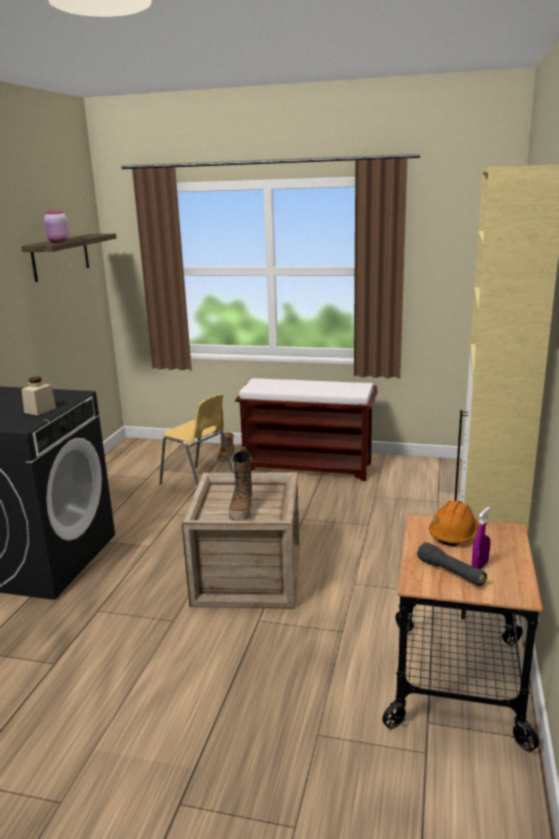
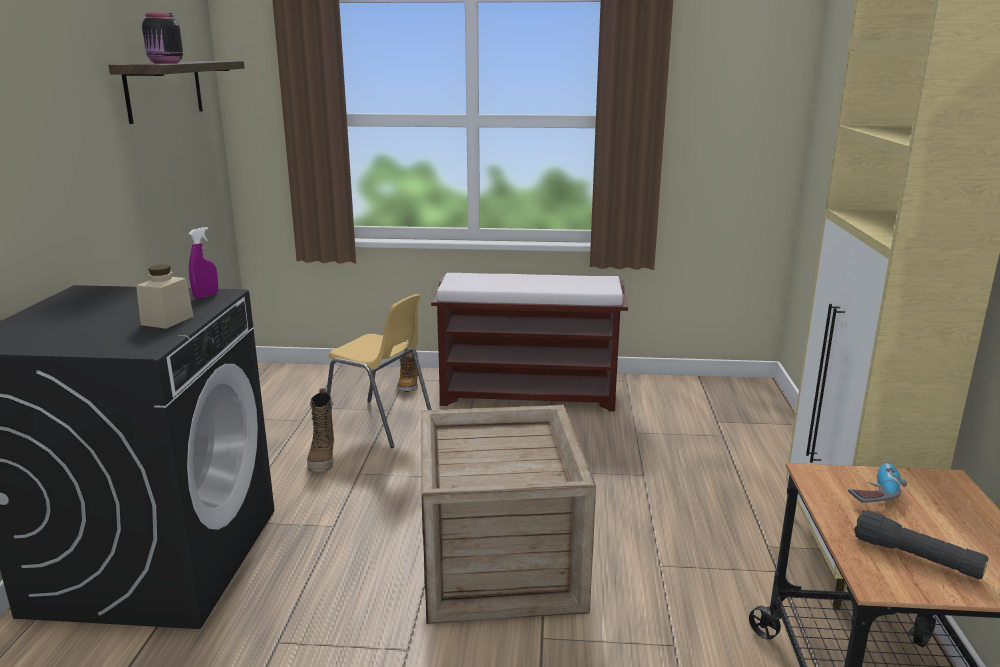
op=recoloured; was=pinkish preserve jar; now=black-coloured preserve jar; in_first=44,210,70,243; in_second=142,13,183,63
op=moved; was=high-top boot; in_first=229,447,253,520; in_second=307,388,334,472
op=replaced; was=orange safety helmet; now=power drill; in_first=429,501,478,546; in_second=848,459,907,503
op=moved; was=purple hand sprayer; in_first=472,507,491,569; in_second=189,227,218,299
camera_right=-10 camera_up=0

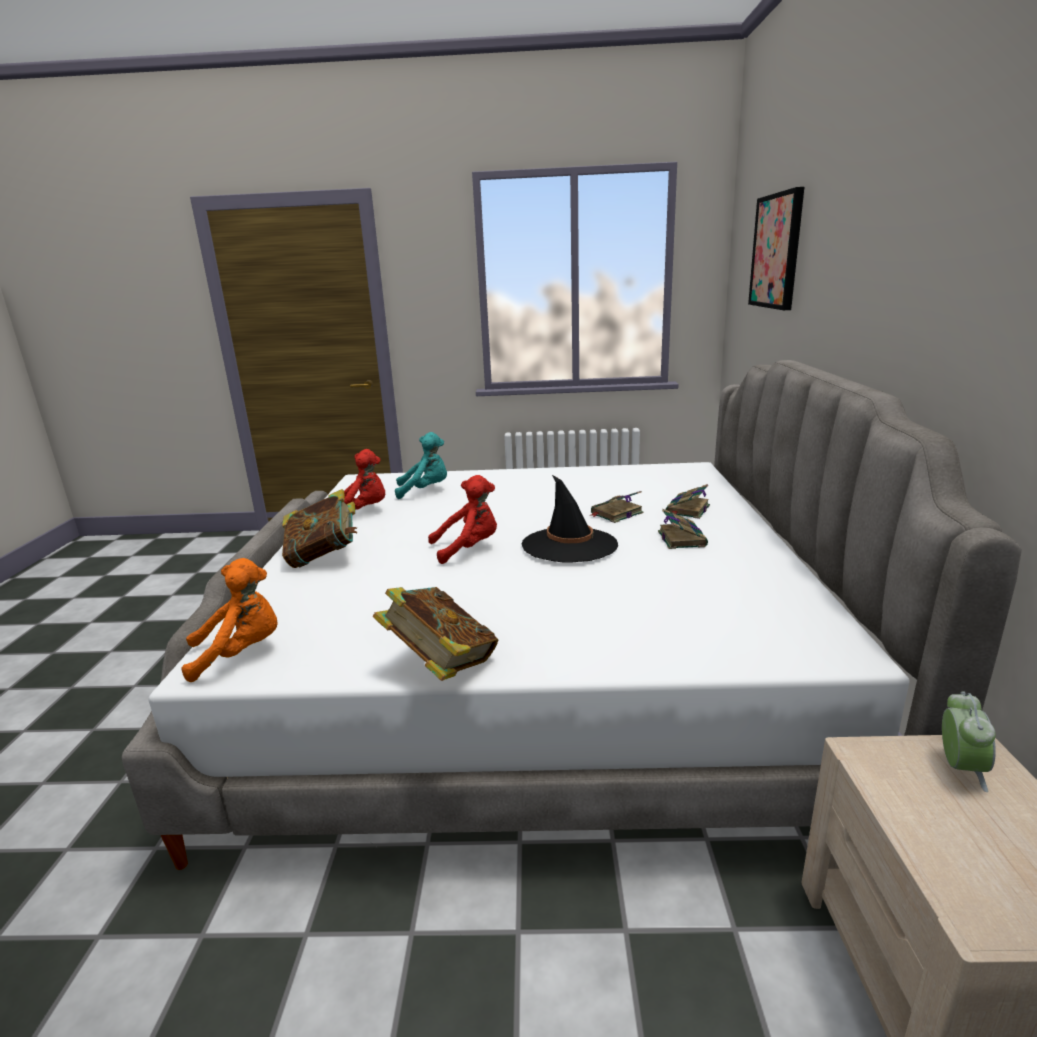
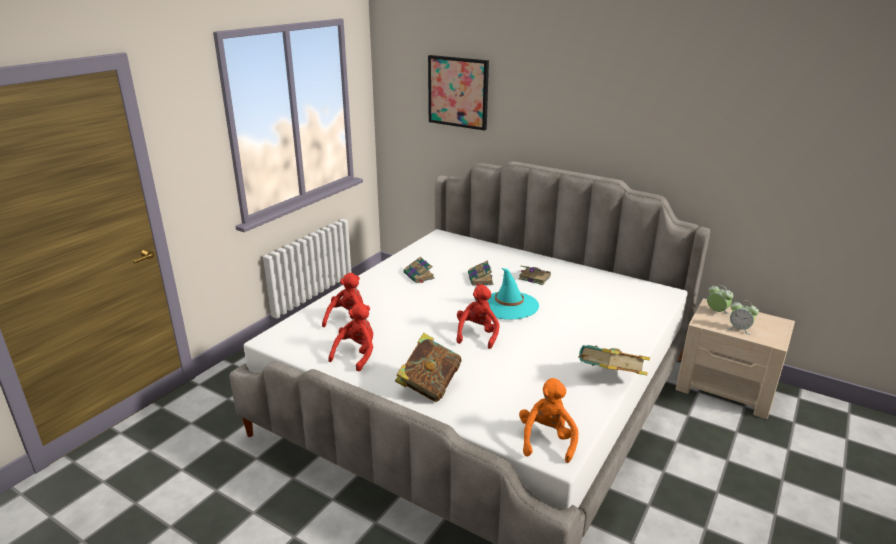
op=recoloured; was=turquoise soft toy; now=reddish soft toy; in_first=395,432,447,499; in_second=322,273,363,330
op=recoloured; was=black-coloured wearable hat; now=turquoise wearable hat; in_first=522,475,618,563; in_second=487,268,539,320
op=moved; was=volume; in_first=666,484,710,519; in_second=403,257,435,283
op=added; now=alarm clock; in_second=727,300,759,335
camera_right=-60 camera_up=5

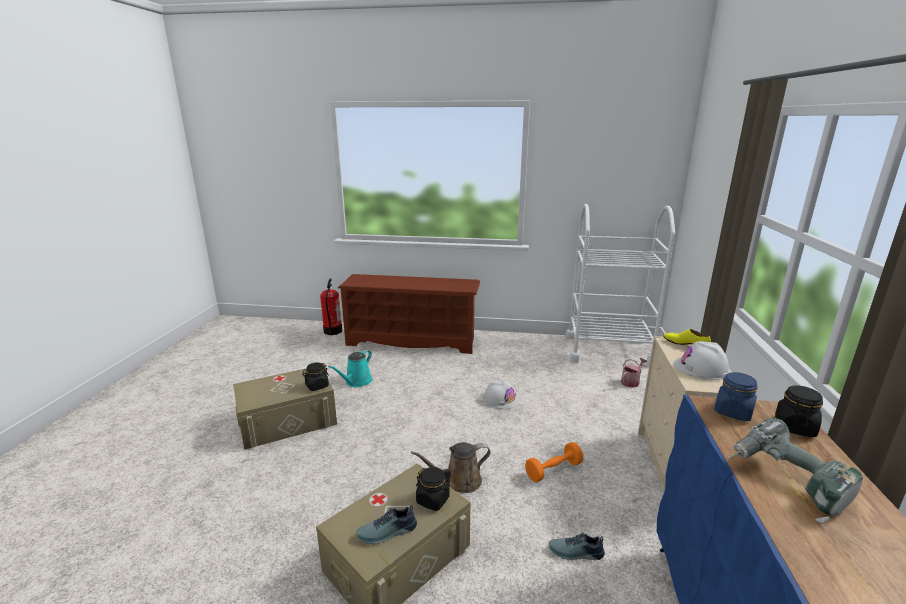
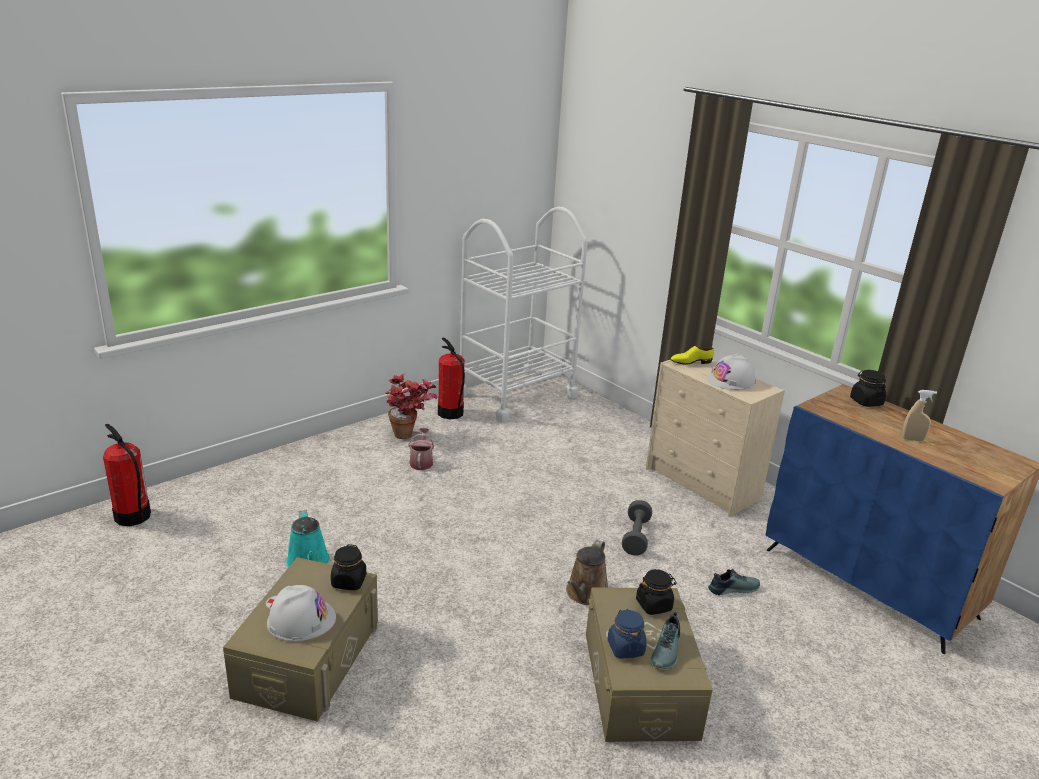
op=removed; was=brown-coloured shoe stand; in_first=338,274,480,354
op=moved; was=watering pot; in_first=621,358,647,388; in_second=408,428,434,470
op=moved; was=bluish preserve jar; in_first=714,372,758,421; in_second=607,609,647,659
op=moved; was=whitish safety helmet; in_first=483,378,519,409; in_second=267,585,336,641
op=replaced; was=power drill; now=sand-coloured hand sprayer; in_first=727,418,863,524; in_second=902,390,937,441
op=recoloured; was=orange hand weight; now=gray hand weight; in_first=525,442,583,482; in_second=622,500,652,555
op=turned; was=shoe; in_first=549,533,605,560; in_second=708,569,760,595; clockwise=-150
op=added; now=fire-fighting cylinder; in_second=438,337,465,419
op=added; now=plant in a pot; in_second=385,373,438,439
camera_right=-50 camera_up=5

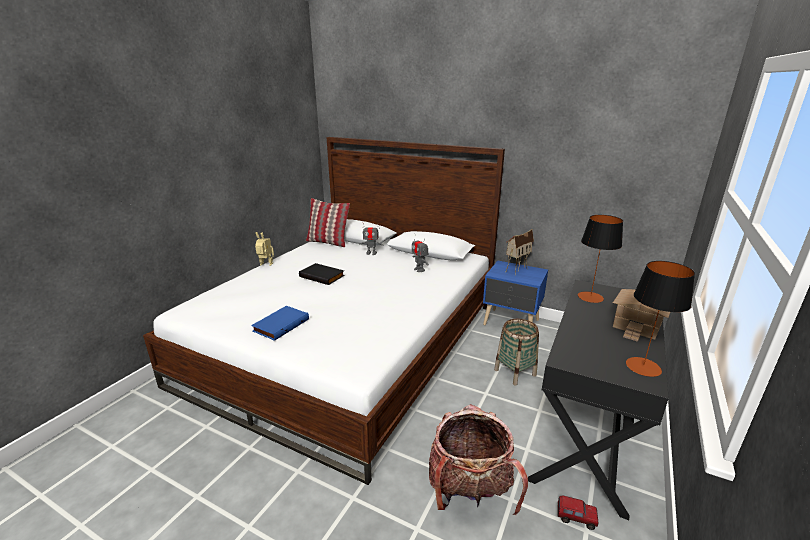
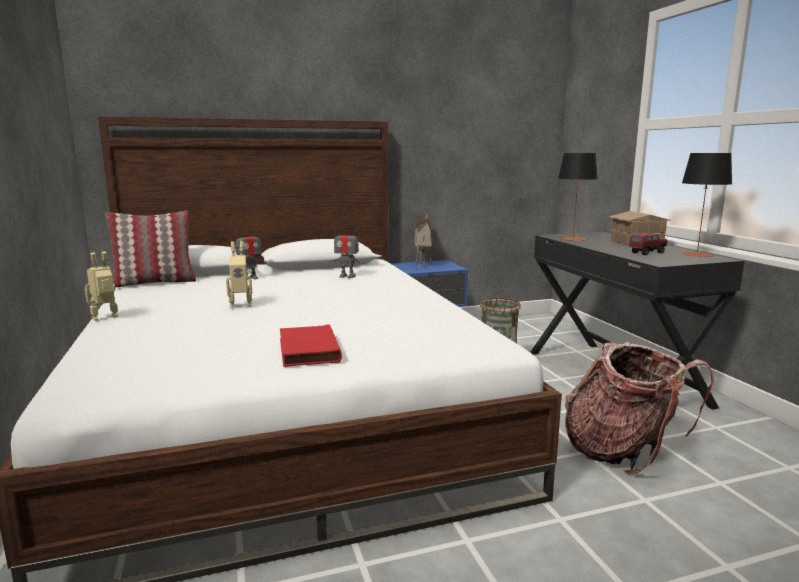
op=replaced; was=black-coloured volume; now=toy robot; in_first=299,263,345,285; in_second=226,241,252,308
op=recoloured; was=bluish volume; now=reddish volume; in_first=251,306,309,341; in_second=280,324,342,367
op=moved; was=toy truck; in_first=557,496,598,530; in_second=629,233,667,255
camera_right=-45 camera_up=-10

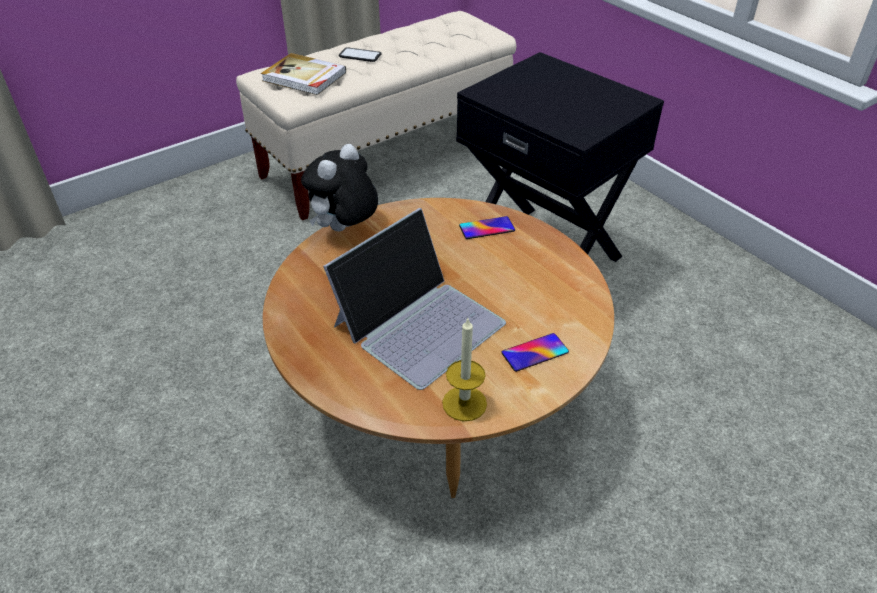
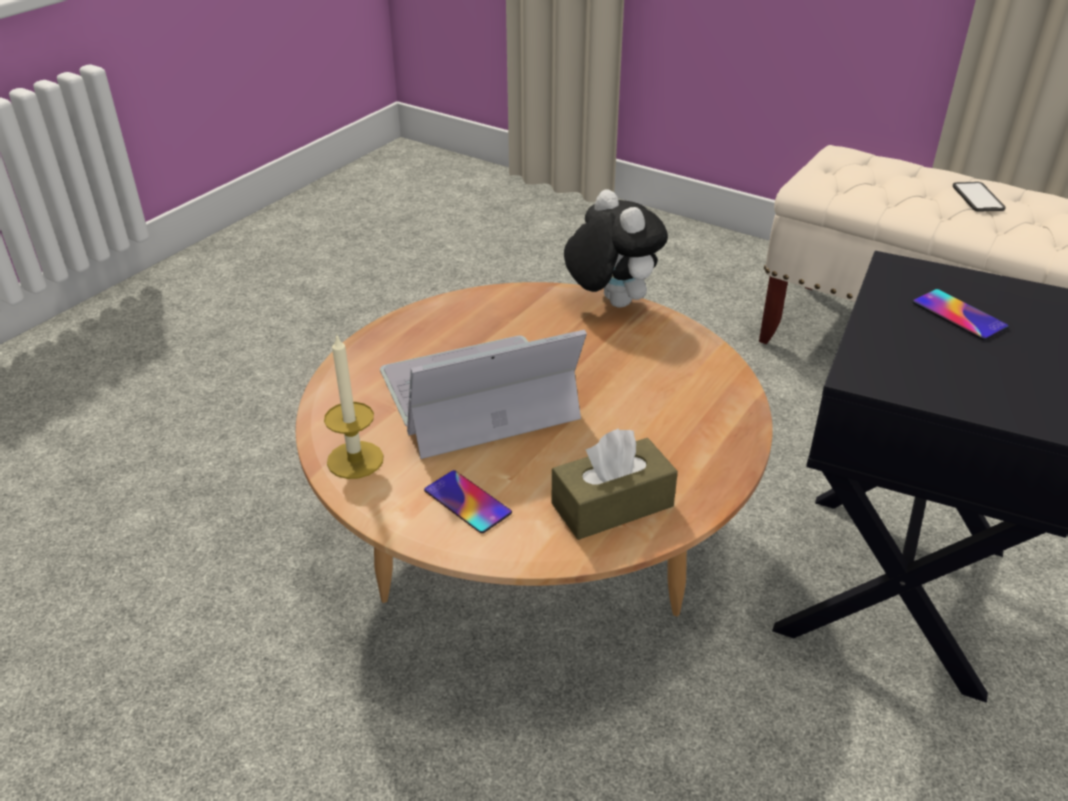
op=removed; was=volume; in_first=261,53,346,95
op=turned; was=soft toy; in_first=301,144,378,231; in_second=564,190,668,308; clockwise=45
op=turned; was=notebook computer; in_first=323,208,506,390; in_second=380,330,587,459; clockwise=135
op=moved; was=handset; in_first=459,216,515,239; in_second=912,289,1009,340
op=added; now=brown-coloured tissue holder; in_second=551,429,678,540
camera_right=70 camera_up=-5

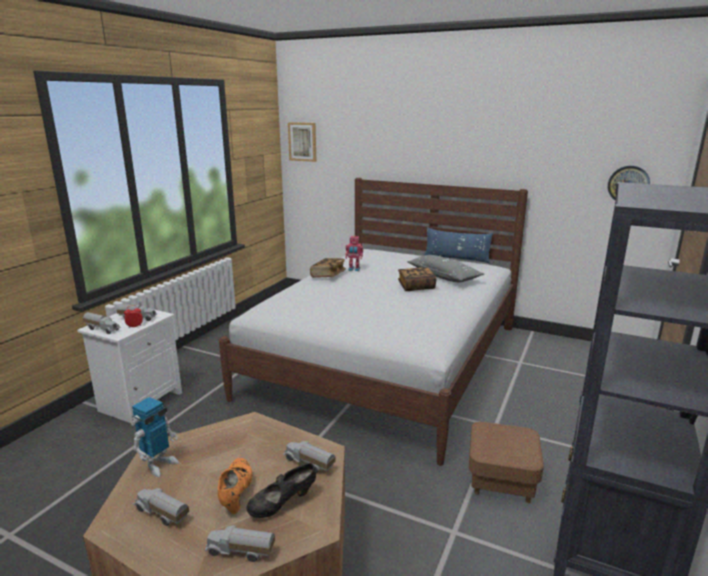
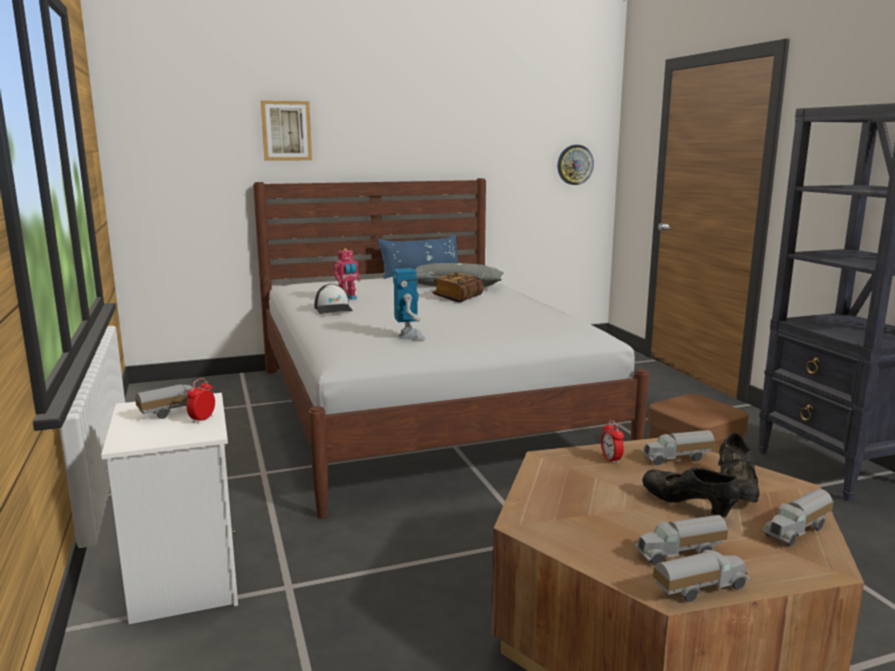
op=moved; was=picture; in_first=288,122,316,162; in_second=261,100,312,161
op=replaced; was=volume; now=peaked cap; in_first=310,258,346,278; in_second=314,284,353,314
op=moved; was=toy truck; in_first=83,312,120,334; in_second=653,550,751,602
op=moved; was=toy robot; in_first=132,397,179,477; in_second=393,268,426,340
op=recoloured; was=orange shoe; now=black-coloured shoe; in_first=218,458,252,514; in_second=642,467,740,518
op=added; now=alarm clock; in_second=601,420,624,464
camera_right=-45 camera_up=-5

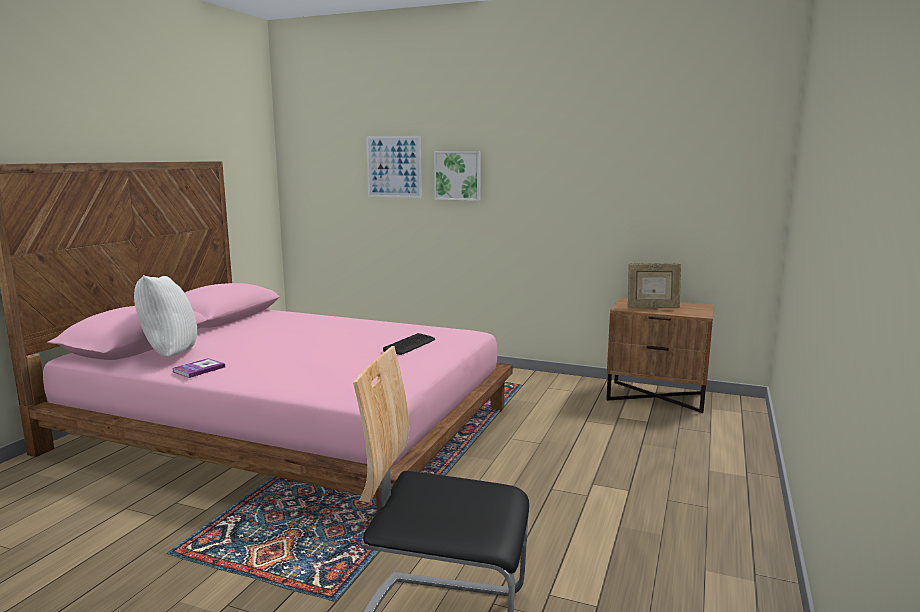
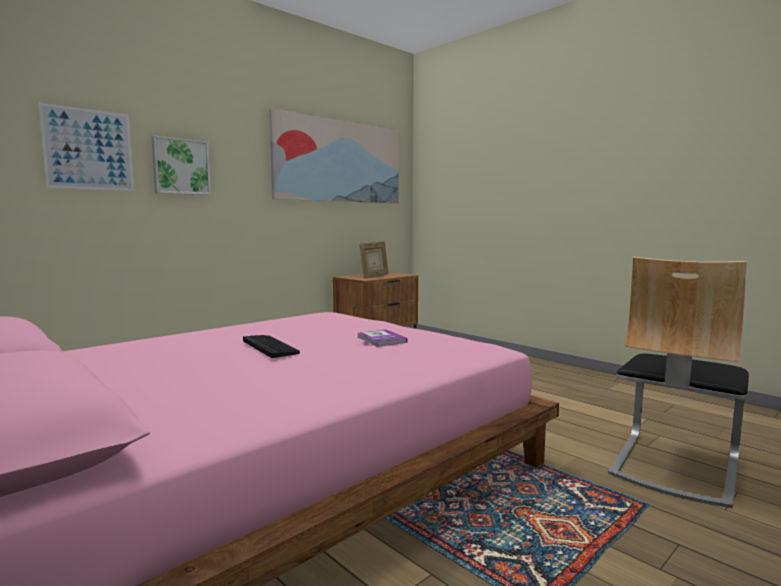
op=removed; was=whitish cushion; in_first=134,275,197,357
op=moved; was=PC keyboard; in_first=383,333,435,355; in_second=243,335,300,358
op=moved; was=volume; in_first=173,358,225,378; in_second=358,329,407,347
op=added; now=picture; in_second=269,109,399,203
camera_right=-65 camera_up=-5

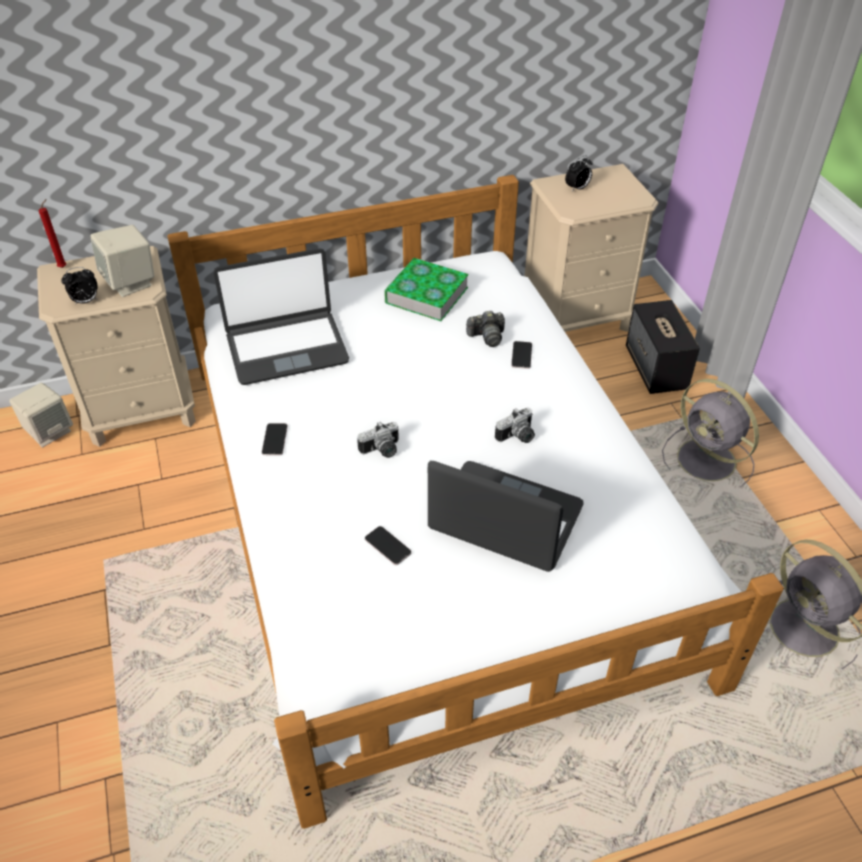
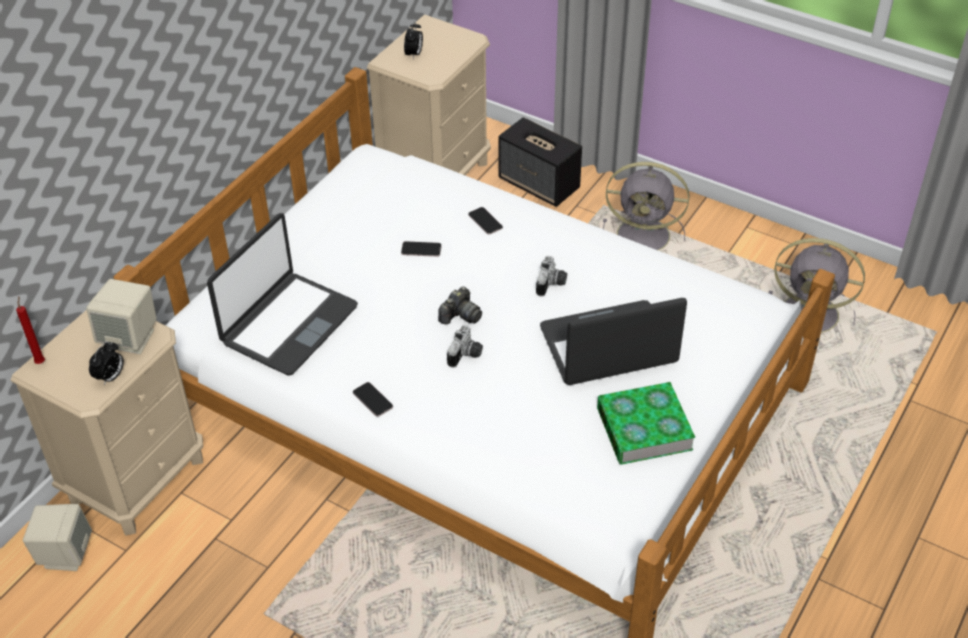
op=moved; was=volume; in_first=384,258,469,321; in_second=597,382,695,465
op=moved; was=photo camera; in_first=466,311,505,347; in_second=438,287,482,324
op=moved; was=handset; in_first=365,526,412,565; in_second=401,241,442,257
camera_right=-40 camera_up=0

